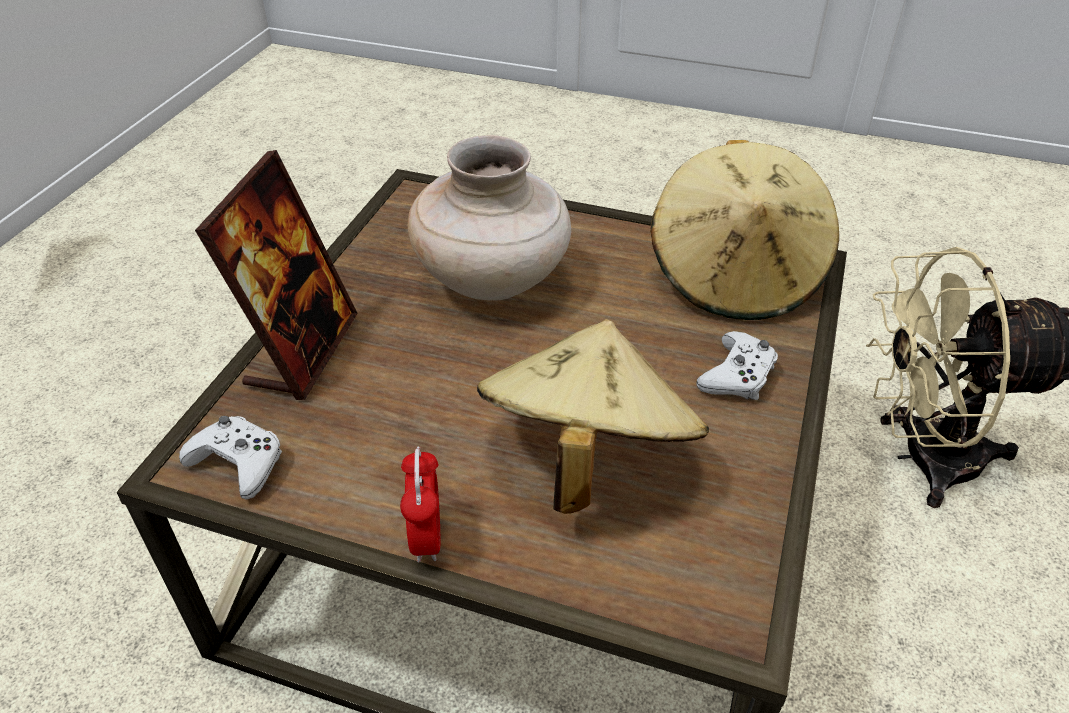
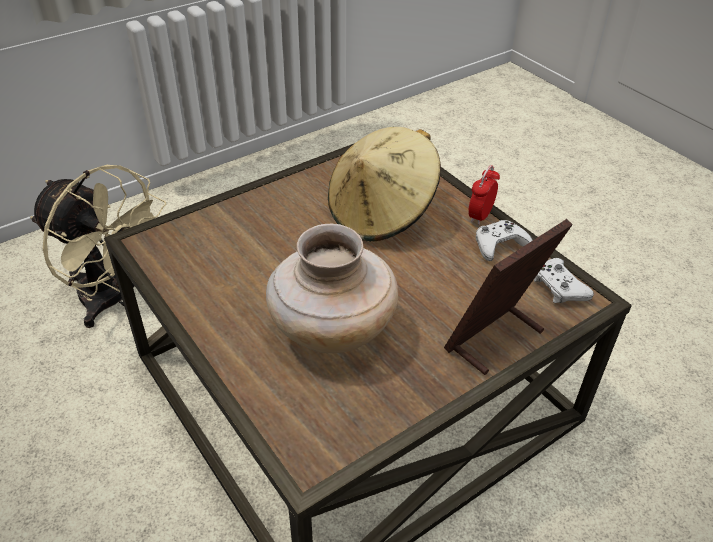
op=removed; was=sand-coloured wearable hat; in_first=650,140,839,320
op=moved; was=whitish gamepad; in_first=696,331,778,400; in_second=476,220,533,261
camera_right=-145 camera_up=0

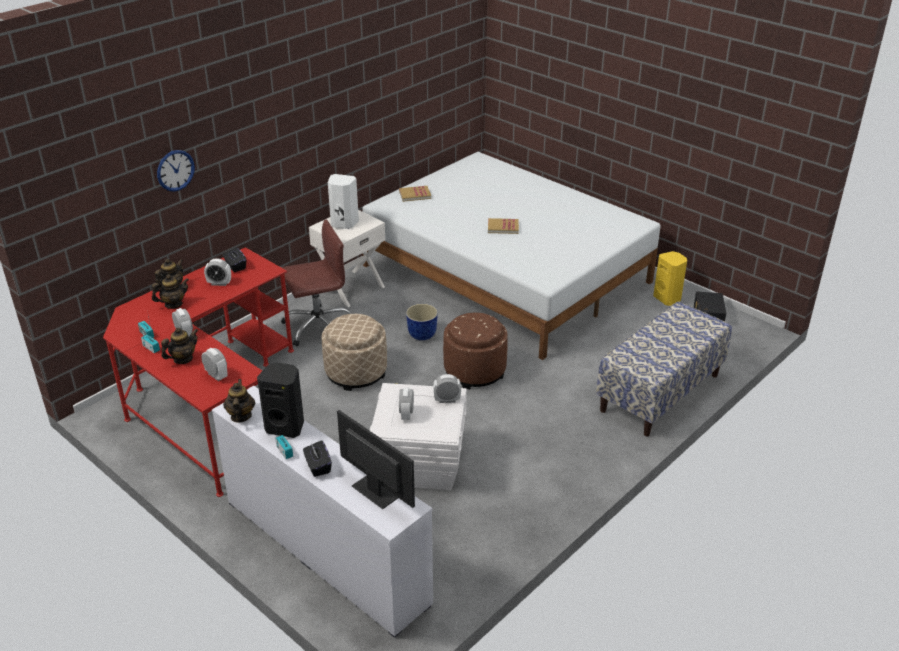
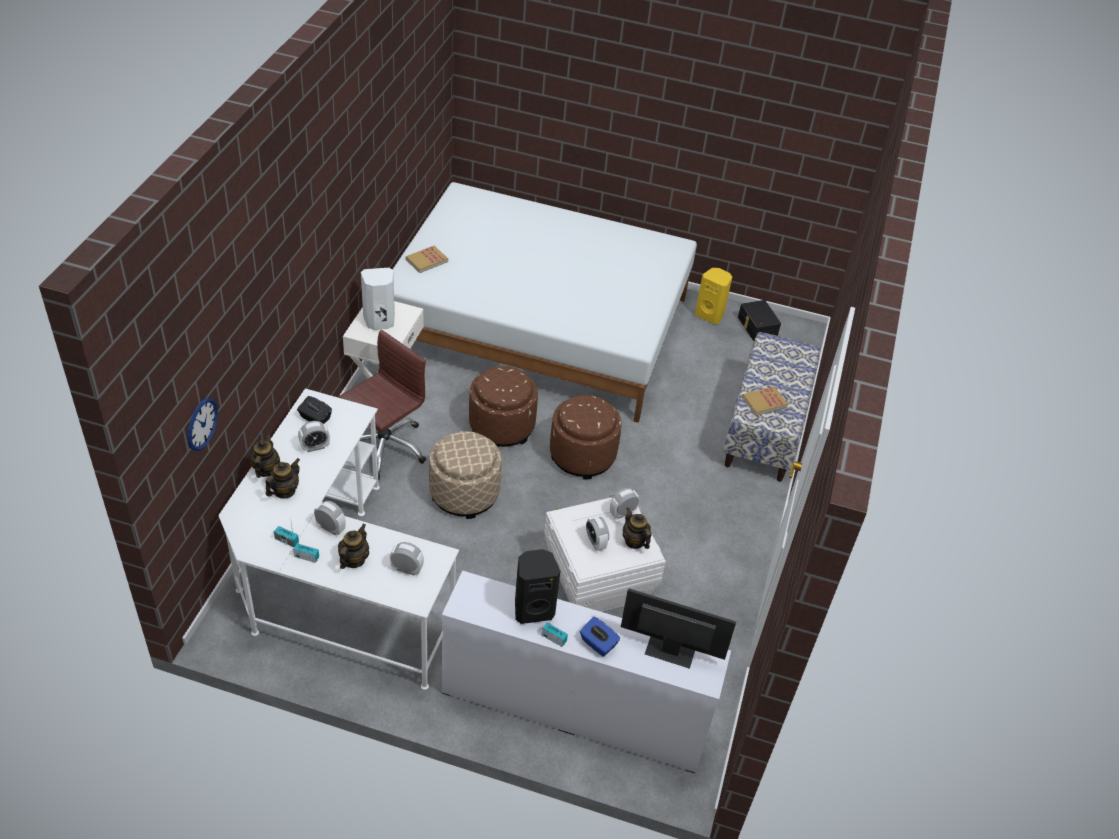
op=moved; was=wall clock; in_first=157,150,195,192; in_second=188,398,218,451
op=moved; was=volume; in_first=488,218,519,234; in_second=742,386,788,416
op=recoloured; was=reddish desk unit; now=whitish desk unit; in_first=103,247,294,497; in_second=218,388,459,690
op=replaced; was=planter; now=brown-coloured pouffe; in_first=406,304,438,340; in_second=469,366,538,447
op=moved; was=teapot; in_first=223,379,255,423; in_second=623,508,652,549
op=recoloured; was=black-coloured tissue holder; now=bluish tissue holder; in_first=303,440,332,477; in_second=580,617,620,656
camera_right=-30 camera_up=10

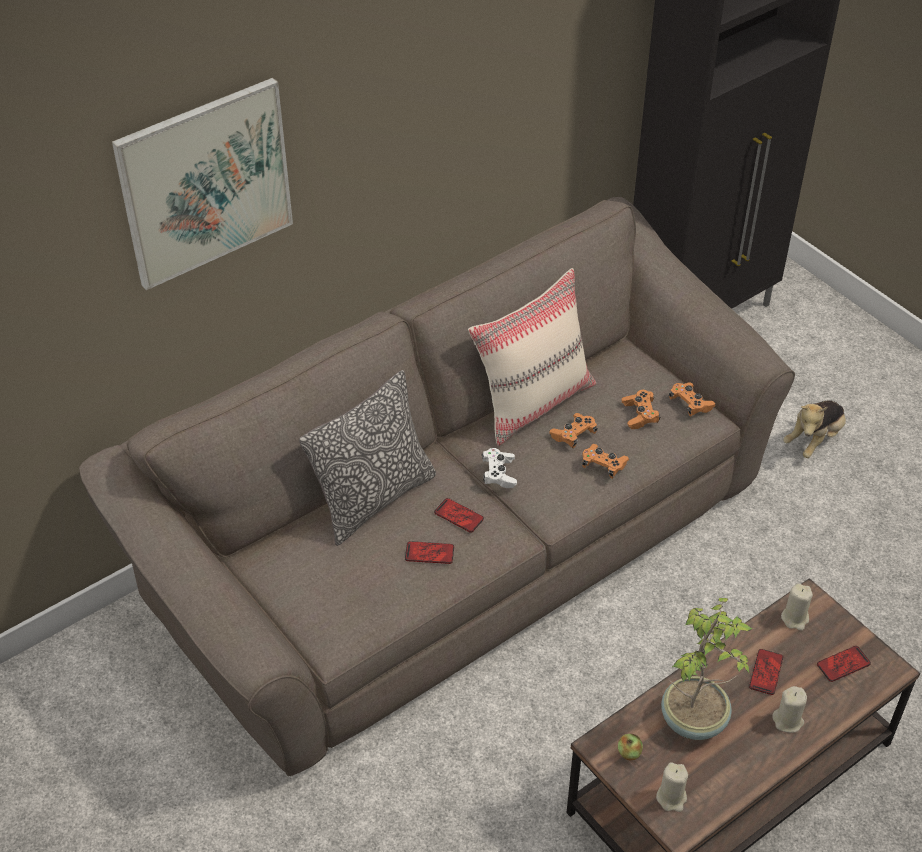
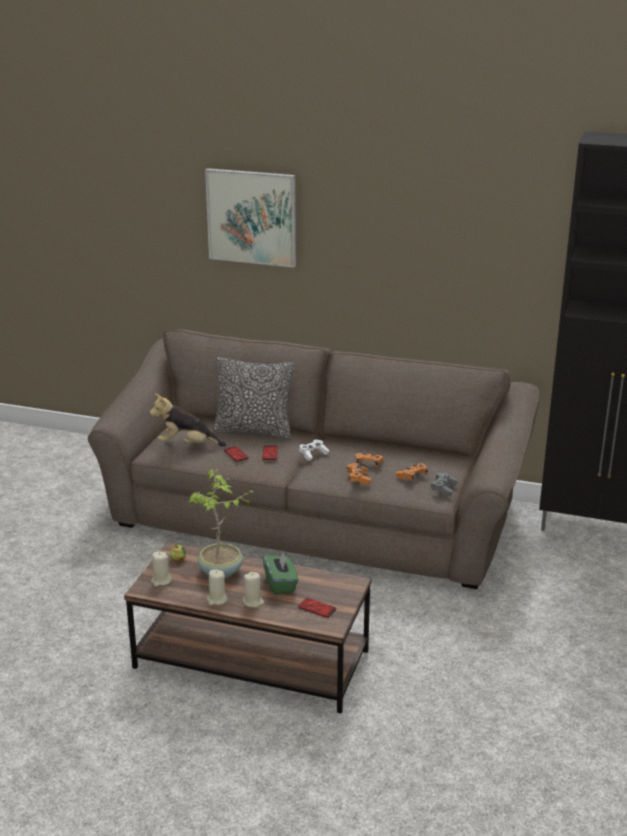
op=removed; was=sand-coloured cushion; in_first=468,268,596,446
op=recoloured; was=orange gamepad; now=gray gamepad; in_first=669,382,715,416; in_second=431,472,458,496
op=moved; was=soft toy; in_first=783,400,846,458; in_second=150,394,226,446
op=moved; was=sand-coloured candle; in_first=781,583,813,631; in_second=207,569,228,605
op=replaced; was=handset; now=green tissue holder; in_first=749,649,783,695; in_second=263,552,298,595
camera_right=55 camera_up=-20

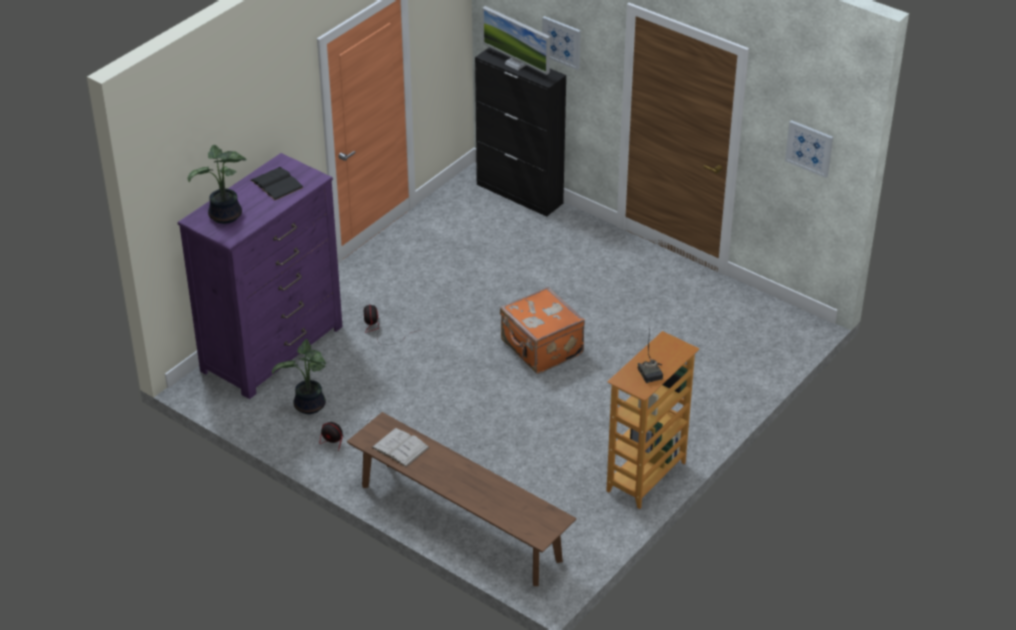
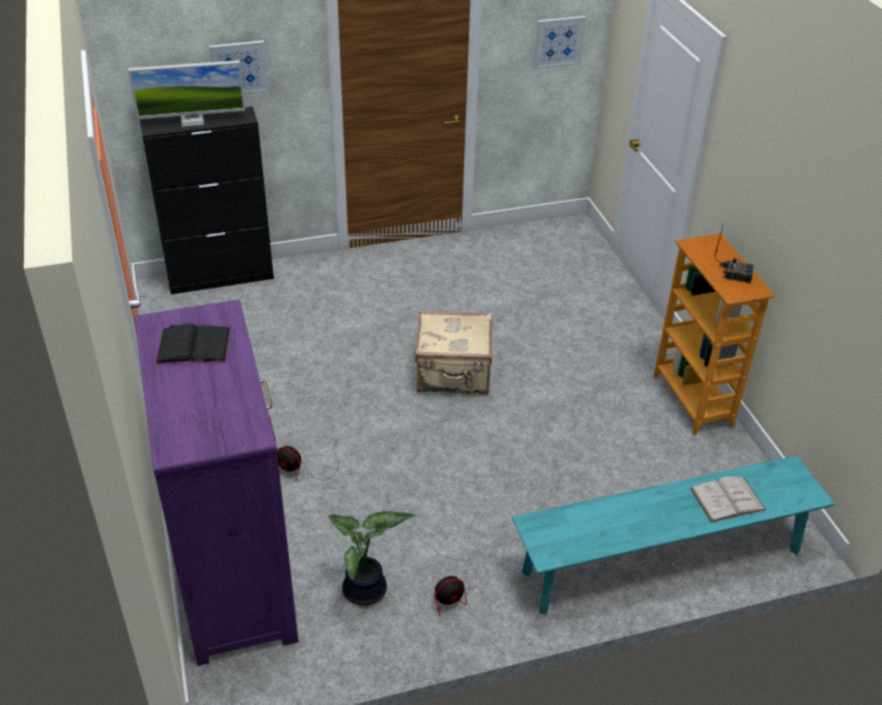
op=removed; was=plant in a pot; in_first=188,145,247,224
op=recoloured; was=orange piece of luggage; now=sand-coloured piece of luggage; in_first=500,287,585,374; in_second=415,311,492,395
op=recoloured; was=brown-coloured long seat; now=turquoise long seat; in_first=347,412,577,586; in_second=512,455,835,615
op=moved; was=whitish volume; in_first=371,428,430,468; in_second=690,476,766,522
camera_right=-55 camera_up=0

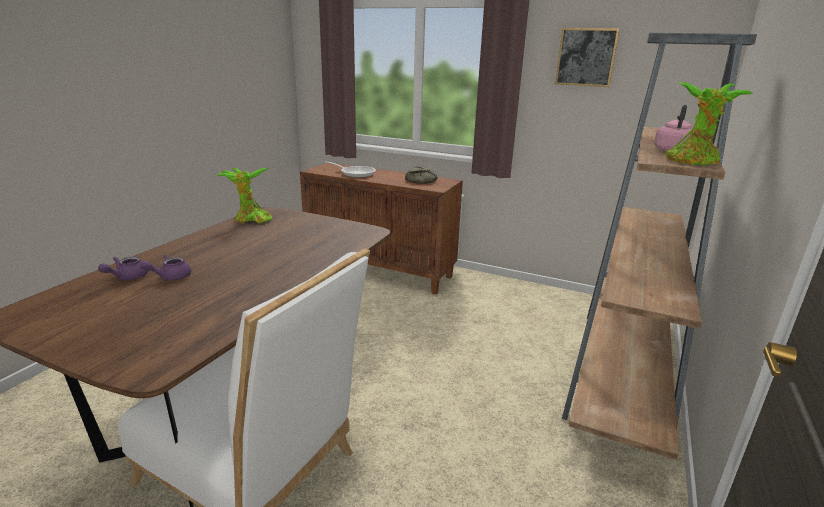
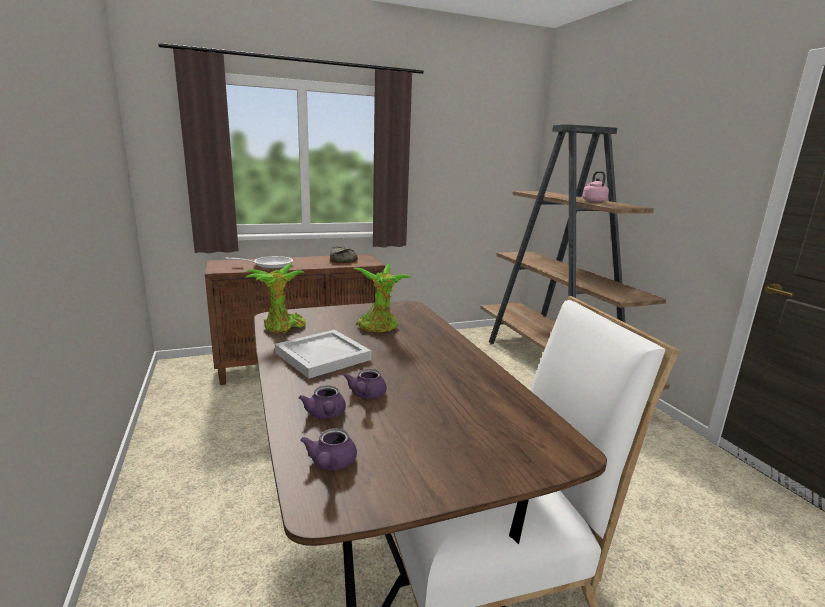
op=removed; was=picture; in_first=555,28,619,87
op=moved; was=plant in a pot; in_first=665,82,753,165; in_second=354,264,412,332
op=added; now=whitish tray; in_second=275,330,371,379
op=added; now=purple teapot; in_second=300,428,357,470
camera_right=-45 camera_up=-5

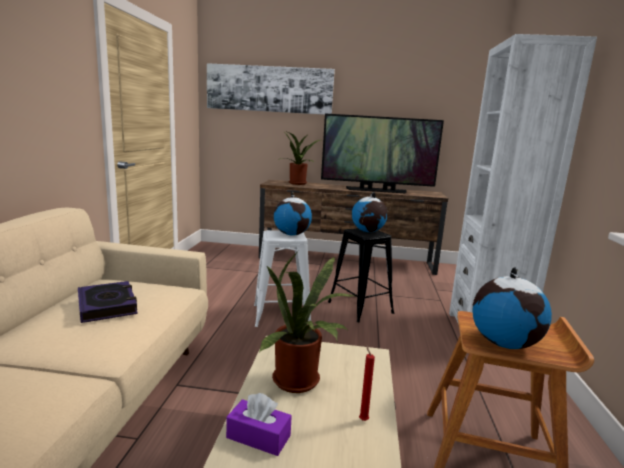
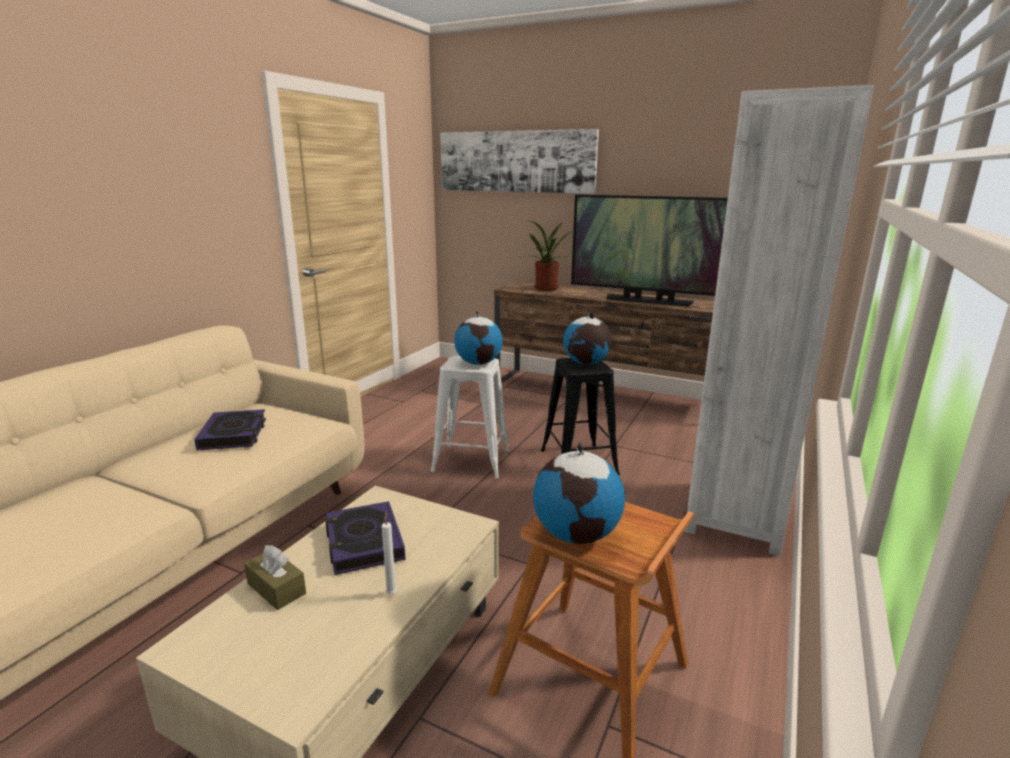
op=replaced; was=plant in a pot; now=volume; in_first=259,251,354,393; in_second=325,501,405,575
op=recoloured; was=reddish candle; now=whitish candle; in_first=359,344,375,421; in_second=382,511,397,594
op=recoloured; was=purple tissue holder; now=brown-coloured tissue holder; in_first=226,393,292,456; in_second=244,545,306,610
camera_right=20 camera_up=5

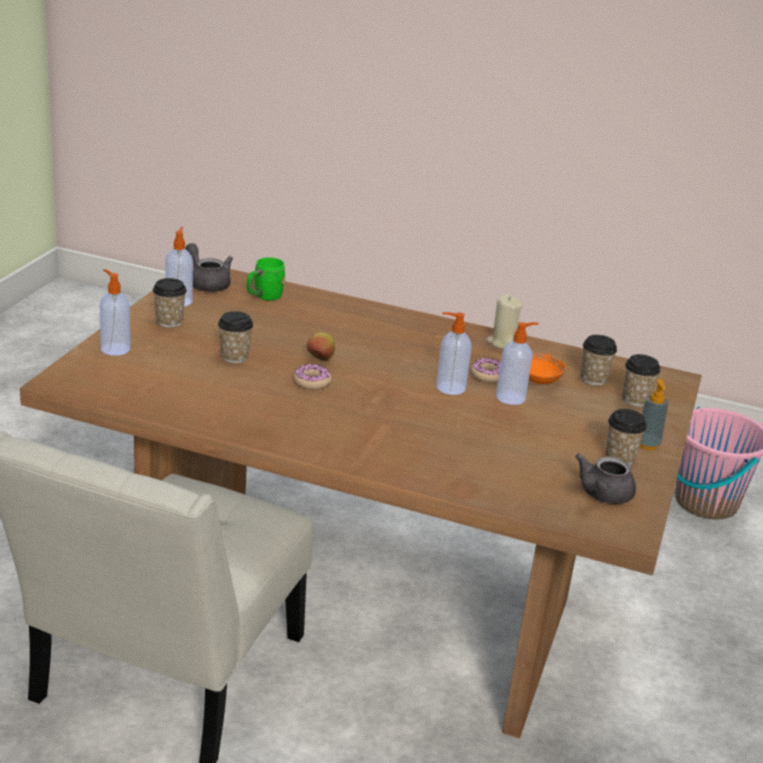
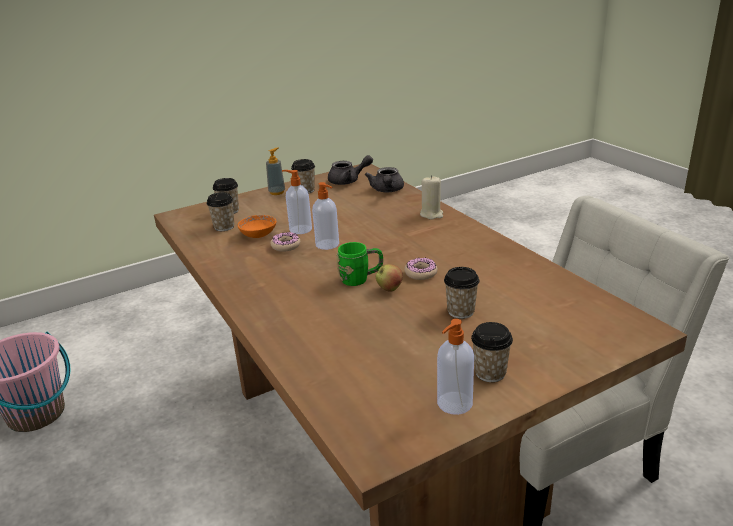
op=moved; was=gray teapot; in_first=186,243,233,292; in_second=365,167,404,192
op=moved; was=green coffee mug; in_first=247,257,285,301; in_second=336,242,383,286
op=removed; was=soap bottle; in_first=100,269,131,356
op=moved; was=sand-coloured candle; in_first=486,294,522,349; in_second=420,175,443,220
camera_right=-135 camera_up=0

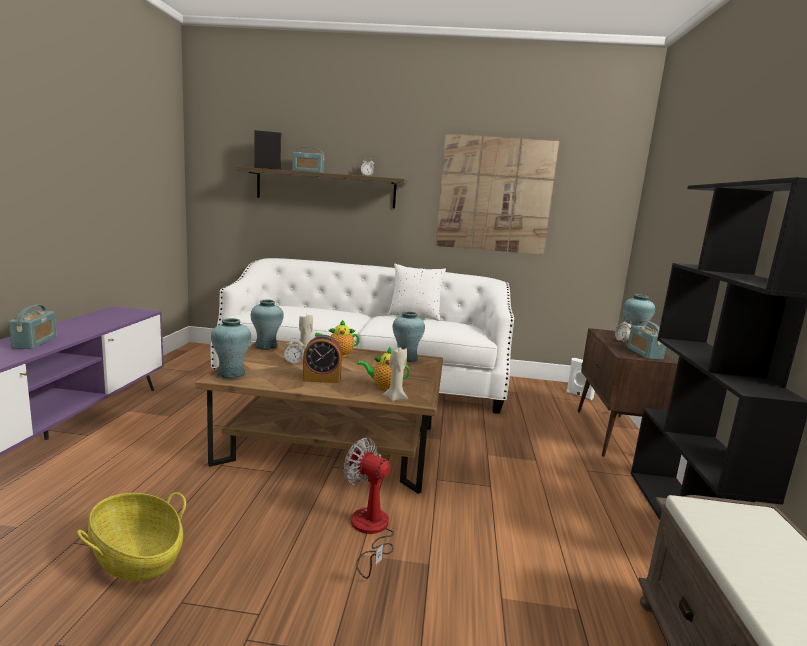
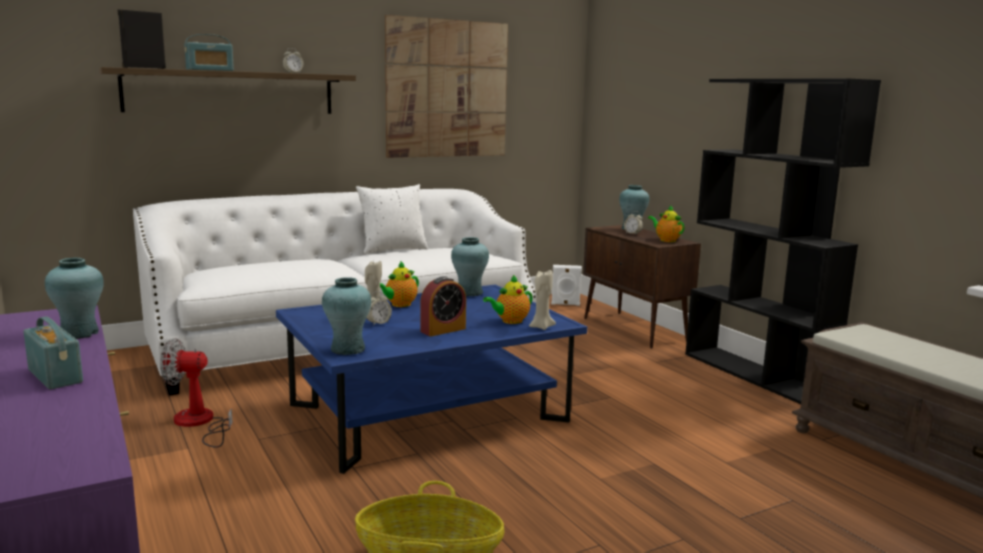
op=moved; was=turquoise vase; in_first=251,300,284,350; in_second=45,258,104,339
op=replaced; was=radio; now=teapot; in_first=627,321,666,360; in_second=648,205,685,242
op=recoloured; was=brown-coloured lounge table; now=bluish lounge table; in_first=195,340,443,494; in_second=276,285,587,474
op=moved; was=fan; in_first=344,438,394,579; in_second=160,338,233,448
camera_right=-35 camera_up=0

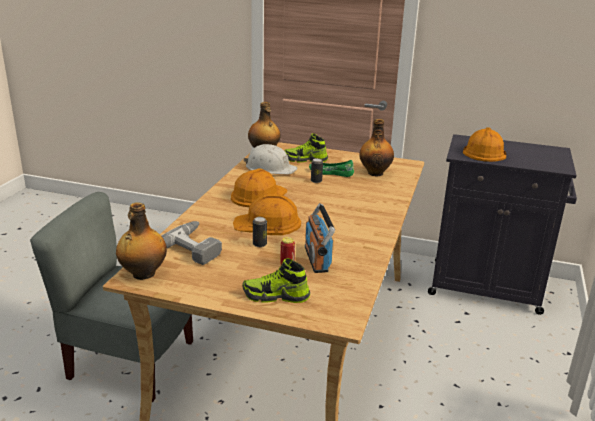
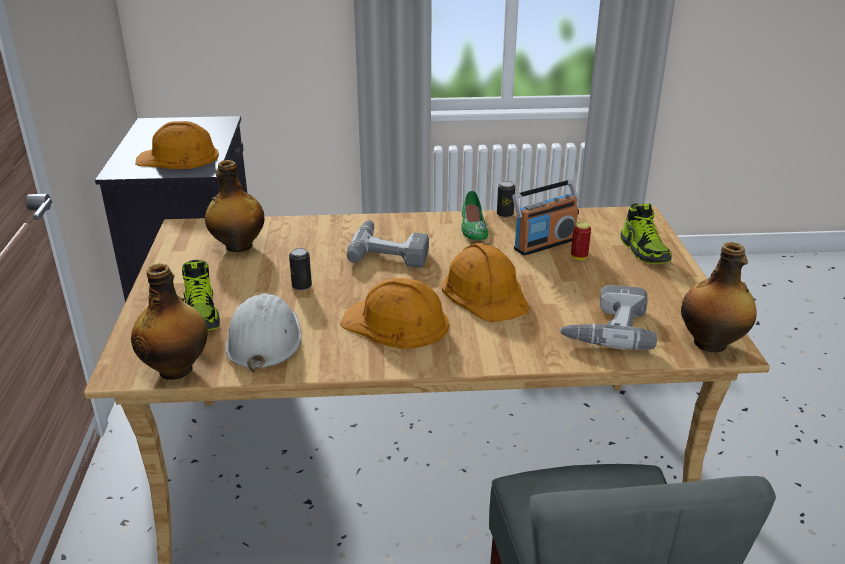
op=moved; was=green shoe; in_first=309,160,354,177; in_second=461,191,488,240
op=moved; was=sealed can; in_first=253,217,267,247; in_second=497,181,515,218
op=added; now=power drill; in_second=347,220,429,268
camera_right=-110 camera_up=5

